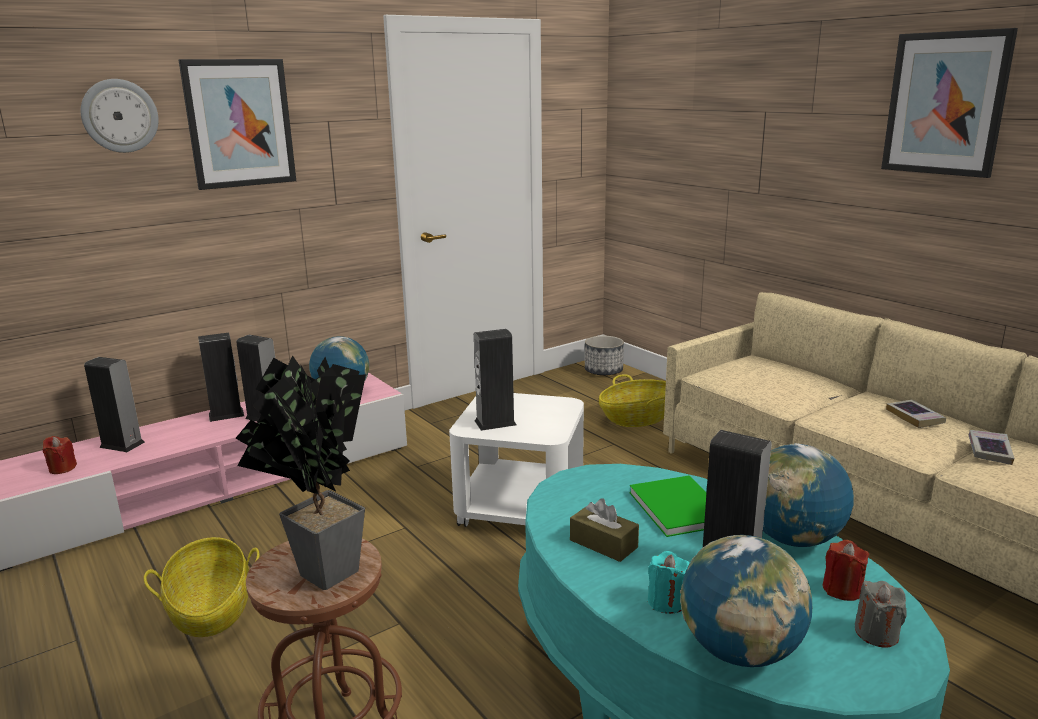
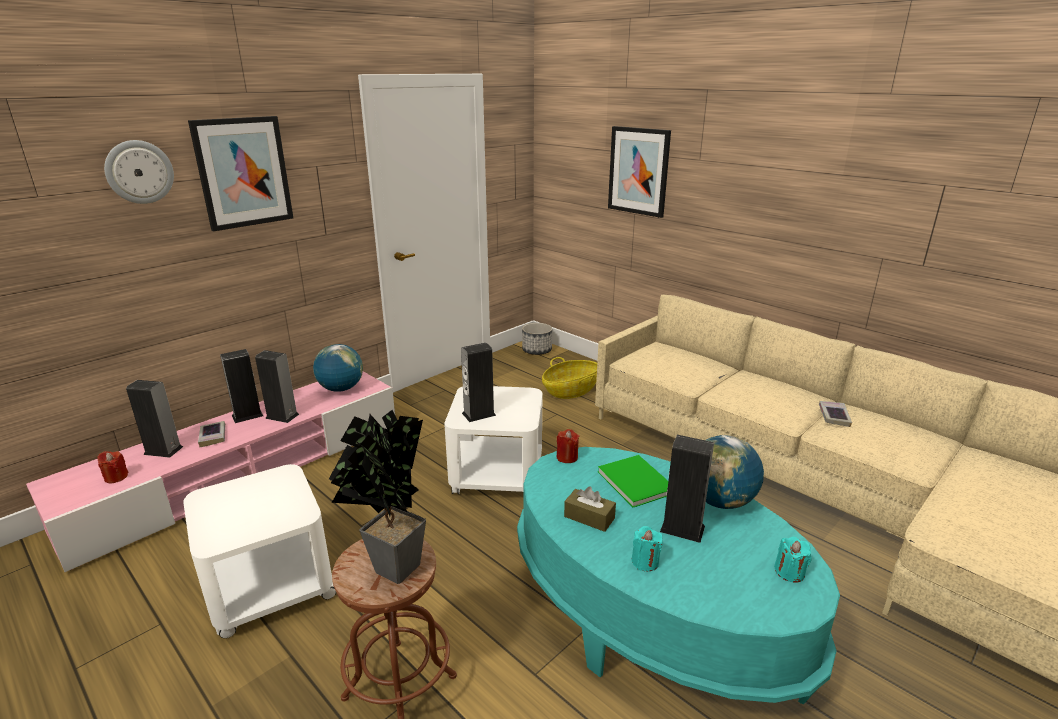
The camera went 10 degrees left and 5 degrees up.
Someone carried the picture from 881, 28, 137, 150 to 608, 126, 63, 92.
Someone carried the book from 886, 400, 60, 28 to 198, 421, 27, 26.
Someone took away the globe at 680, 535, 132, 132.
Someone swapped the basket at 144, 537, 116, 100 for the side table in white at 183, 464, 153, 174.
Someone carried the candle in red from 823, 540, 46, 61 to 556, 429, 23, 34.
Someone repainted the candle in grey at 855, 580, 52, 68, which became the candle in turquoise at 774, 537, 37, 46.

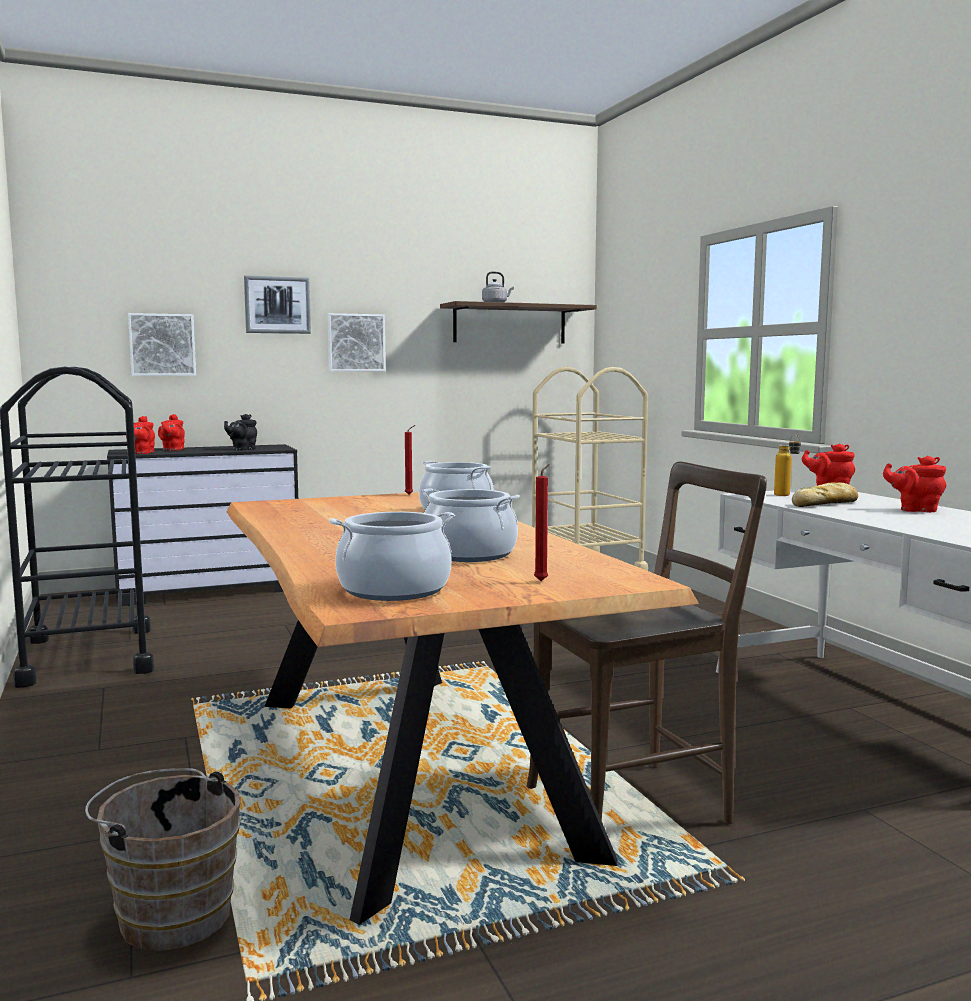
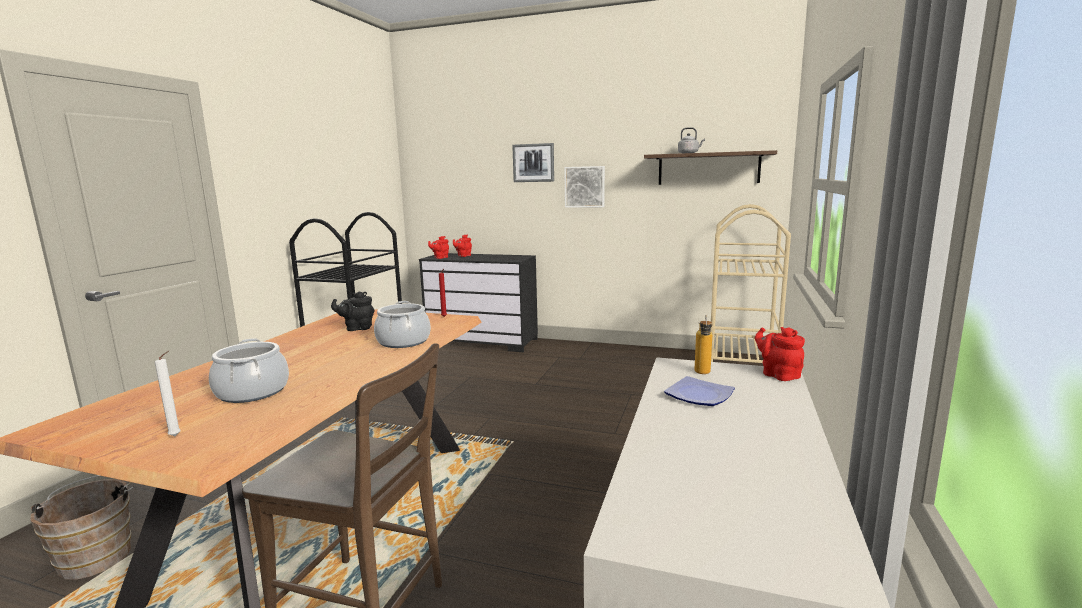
The camera went 40 degrees right and 5 degrees up.
Someone took away the picture at 128, 313, 68, 63.
Someone carried the teapot in black from 224, 414, 33, 36 to 331, 292, 43, 39.
Someone took away the teapot in red at 883, 456, 63, 56.
Someone repainted the candle in red at 534, 464, 16, 117, which became the candle in white at 155, 351, 26, 85.
Someone swapped the bread at 792, 482, 67, 25 for the plate at 664, 376, 71, 30.
Someone took away the cooking pot at 329, 512, 126, 89.

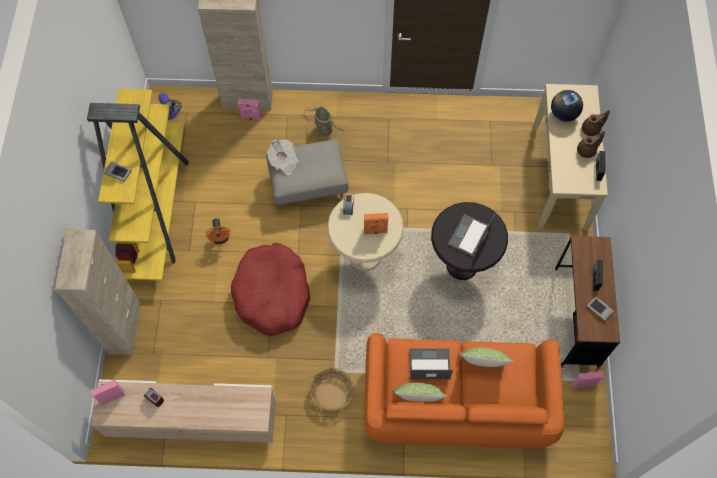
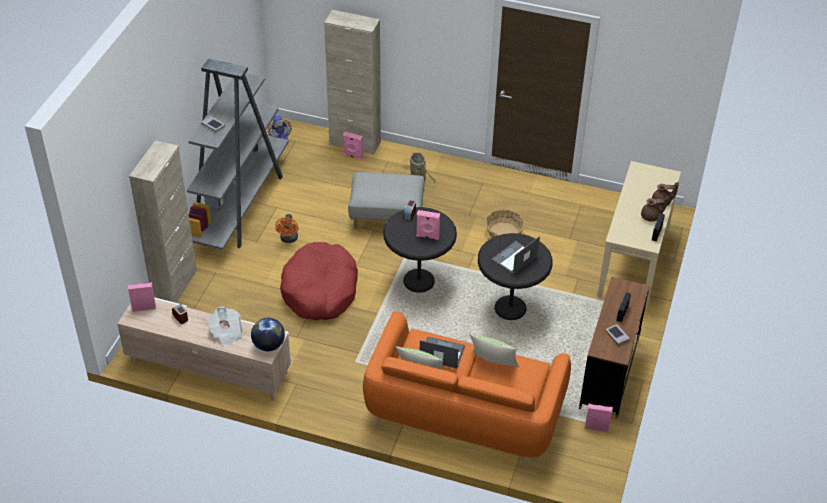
The camera went 15 degrees right and 20 degrees down.
Someone repainted the bookcase in yellow at 87, 89, 102, 192, which became the bookcase in grey at 187, 58, 102, 192.
Someone carried the globe from 551, 90, 32, 32 to 251, 318, 34, 33.
Someone carried the newspaper from 267, 139, 33, 36 to 209, 306, 34, 41.
Someone repainted the side table in beige at 327, 193, 77, 78, which became the side table in black at 383, 207, 74, 86.
Someone repainted the speaker in orange at 364, 213, 24, 21, which became the speaker in pink at 416, 210, 24, 30.
Someone carried the basket from 310, 368, 44, 43 to 485, 209, 40, 29.

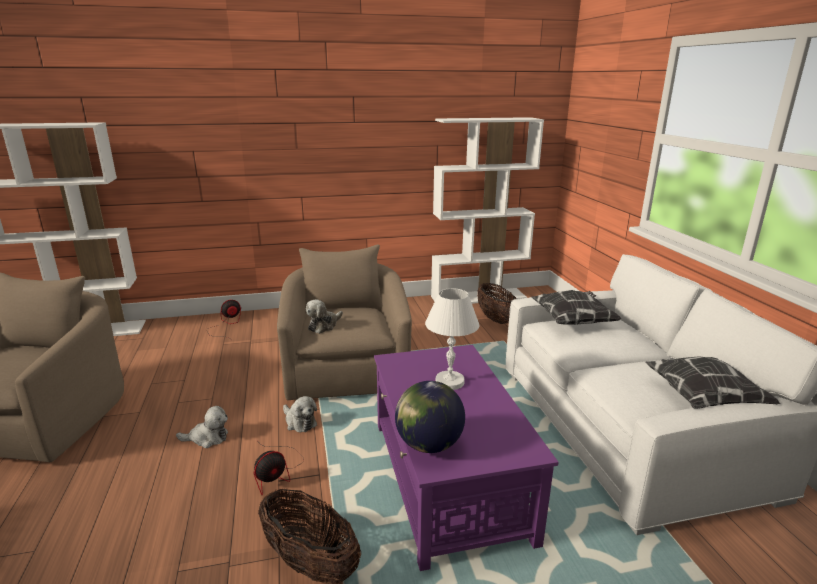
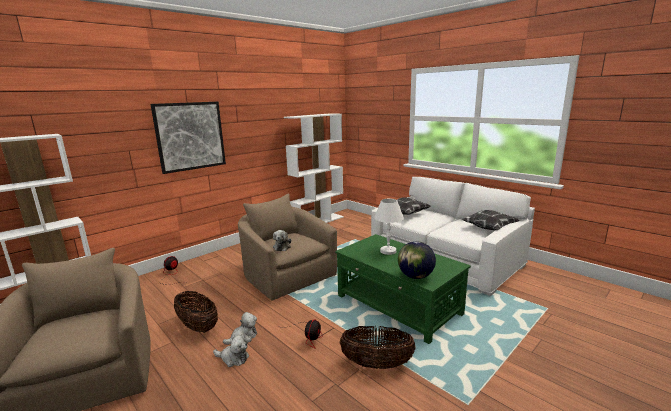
The camera went 30 degrees left and 5 degrees down.
Someone carried the basket from 477, 283, 39, 41 to 174, 291, 44, 42.
Someone repainted the coffee table in purple at 374, 345, 185, 226, which became the coffee table in green at 335, 234, 136, 110.
Someone carried the plush toy from 283, 396, 34, 36 to 213, 335, 36, 32.
Someone put up the picture at 151, 102, 75, 72.

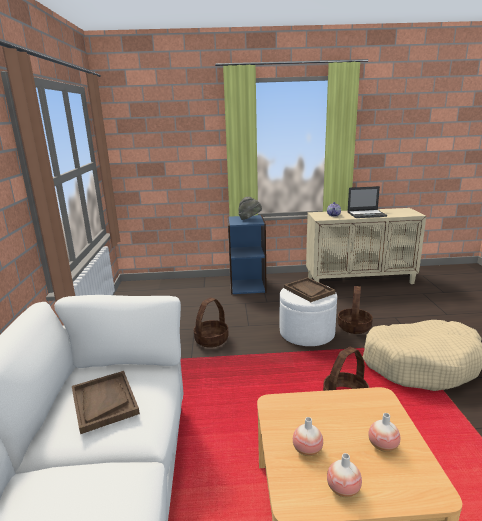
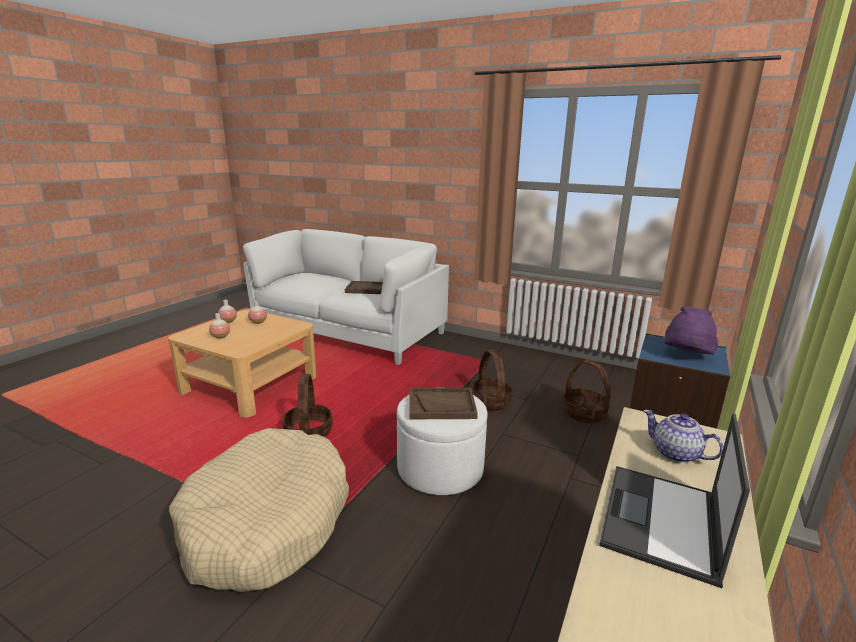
The camera went 120 degrees right and 0 degrees up.
Someone repainted the hat in grey at 238, 197, 24, 23, which became the hat in purple at 665, 306, 53, 49.
Someone carried the basket from 338, 286, 35, 48 to 563, 359, 48, 64.

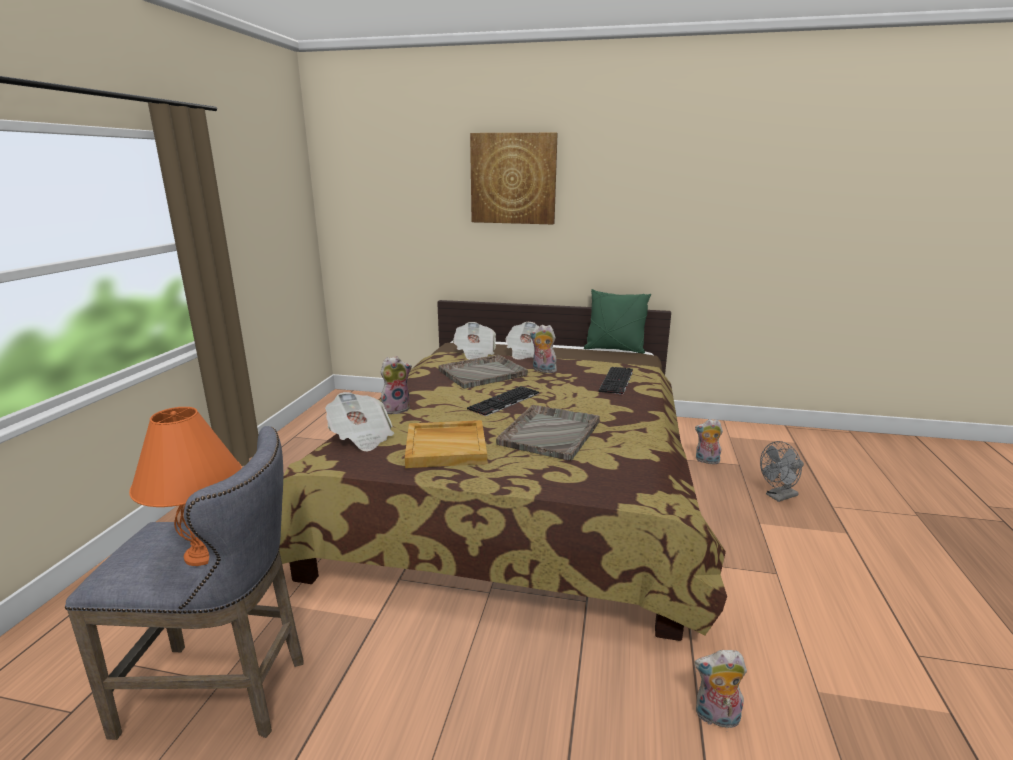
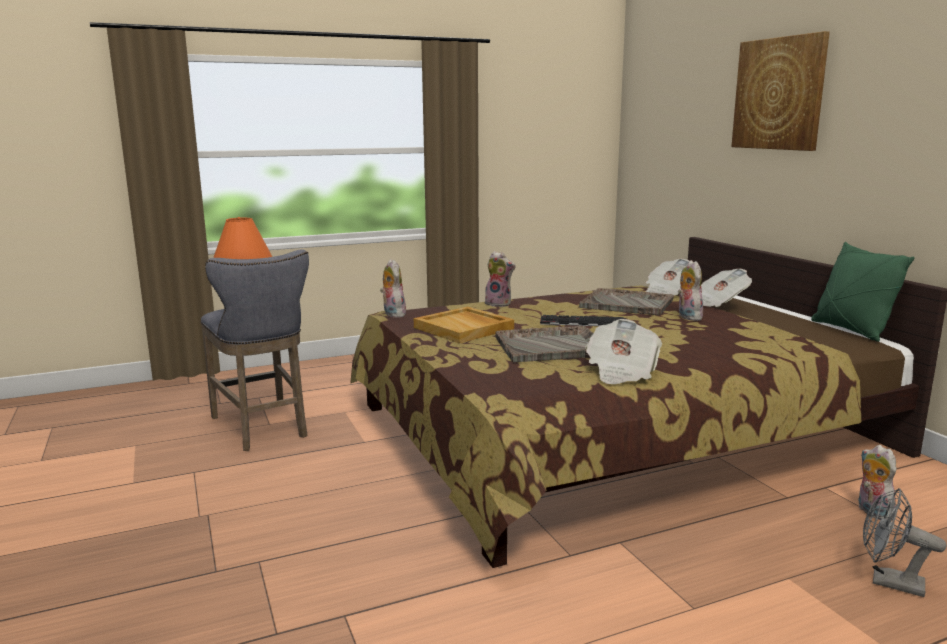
The camera went 55 degrees right and 5 degrees down.
Someone took away the keyboard at 599, 367, 34, 28.
Someone carried the newspaper from 325, 392, 69, 60 to 585, 319, 77, 65.
Someone carried the plush toy from 694, 650, 53, 79 to 380, 259, 26, 59.

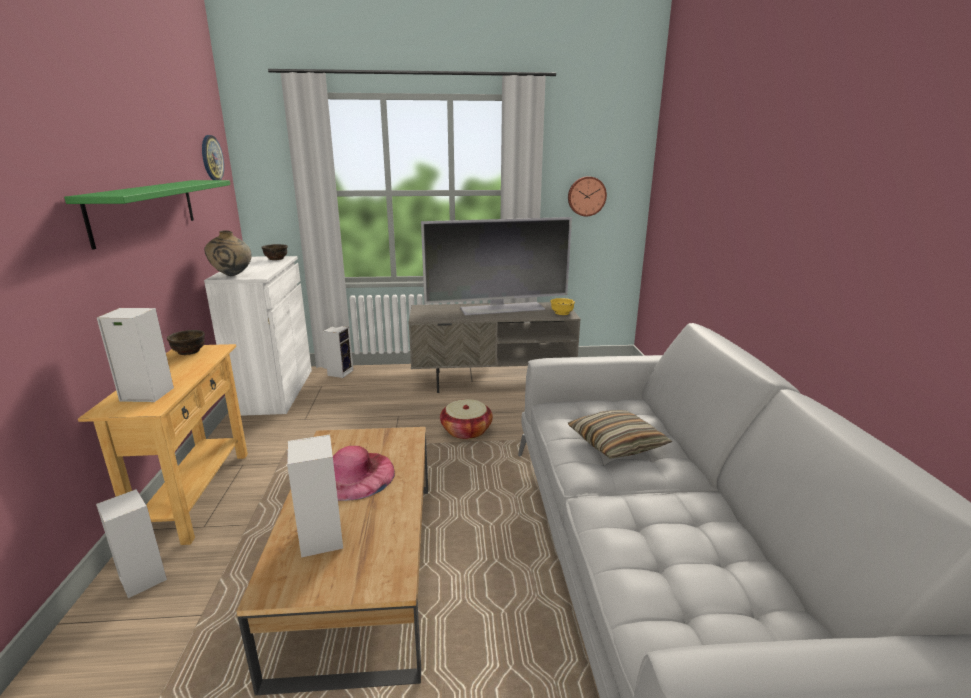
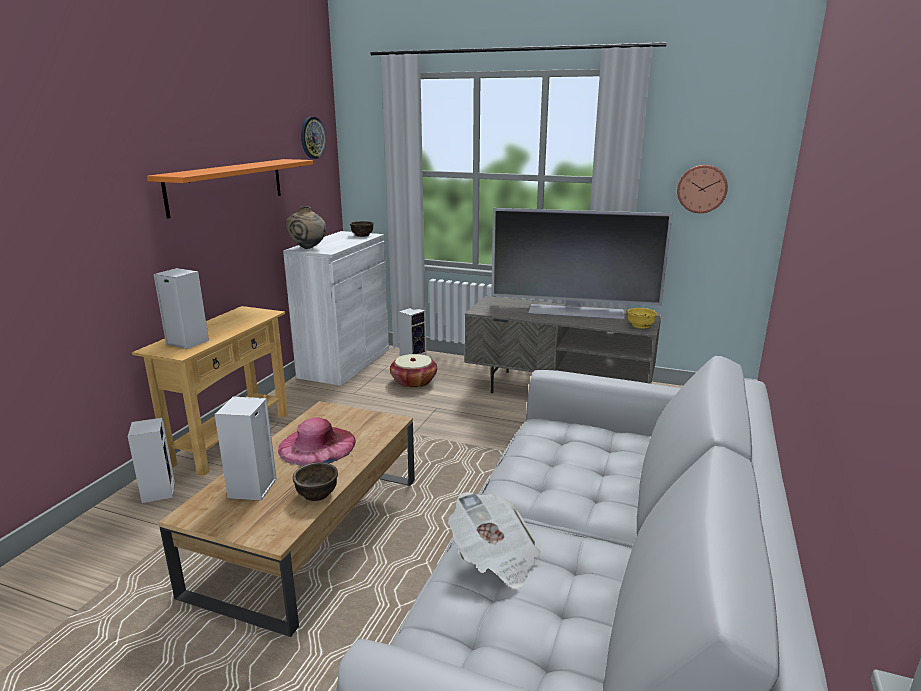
The camera went 25 degrees right and 0 degrees up.
Someone repainted the shelf in green at 64, 180, 166, 70, which became the shelf in orange at 147, 159, 166, 60.
Someone carried the bowl in brown from 167, 330, 38, 25 to 293, 462, 45, 39.
Someone carried the basket from 440, 399, 53, 41 to 390, 354, 47, 34.
Someone took away the pillow at 568, 410, 105, 49.
Someone put down the newspaper at 448, 492, 93, 97.

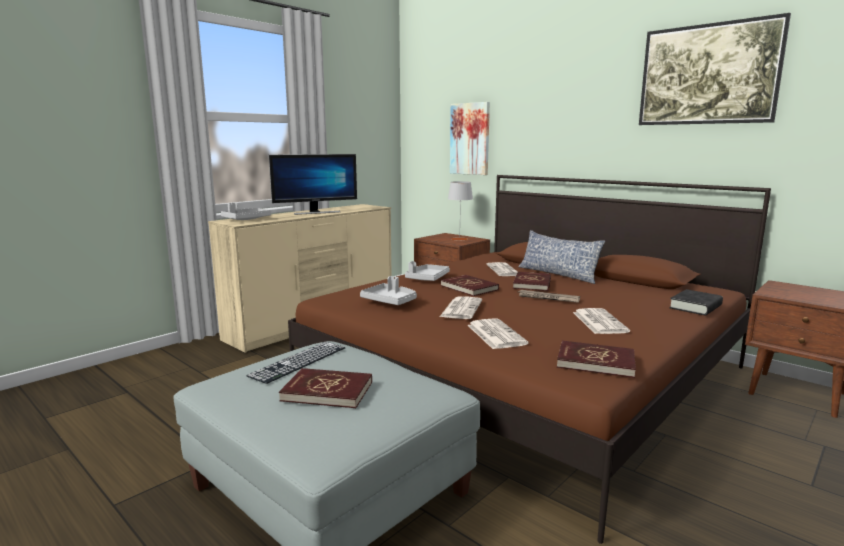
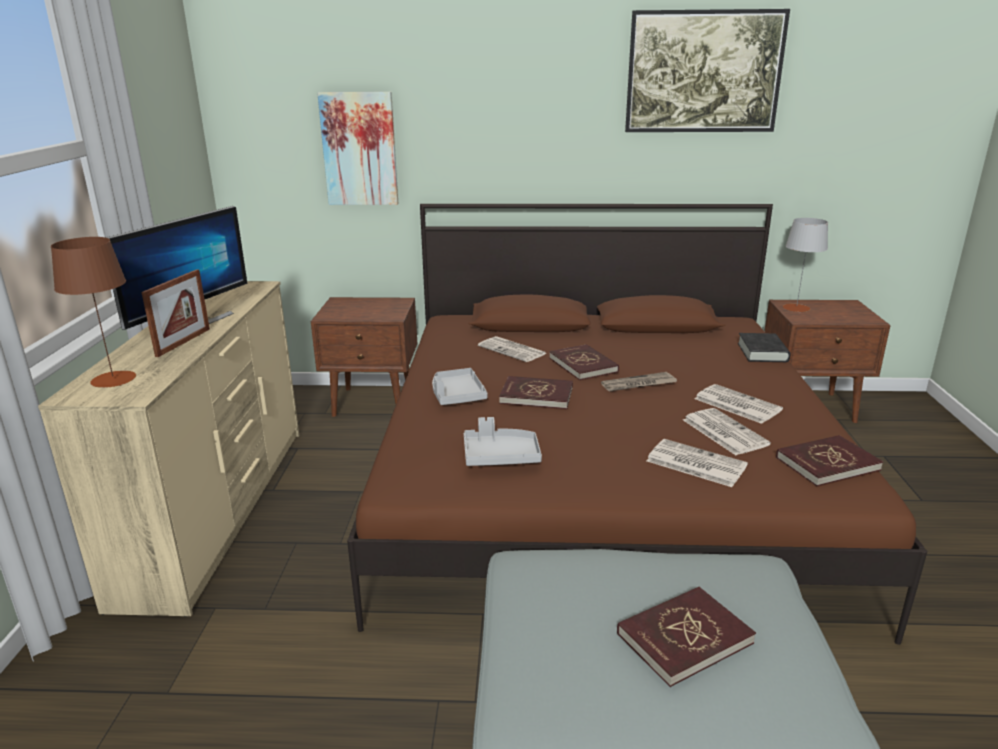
The camera went 40 degrees left and 10 degrees up.
Someone carried the table lamp in grey from 448, 181, 25, 60 to 782, 218, 46, 94.
Someone swapped the tray in grey at 221, 203, 50, 17 for the table lamp in brown at 51, 237, 85, 151.
Someone took away the pillow at 518, 230, 87, 54.
Someone carried the newspaper from 440, 296, 42, 23 to 683, 408, 88, 47.
Someone took away the keyboard at 246, 342, 99, 42.
Someone put down the picture frame at 141, 269, 69, 88.

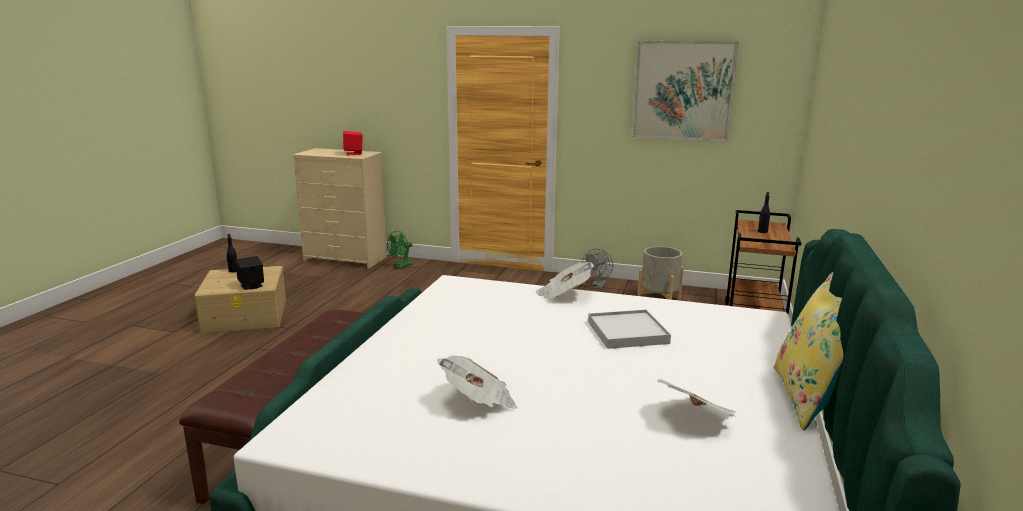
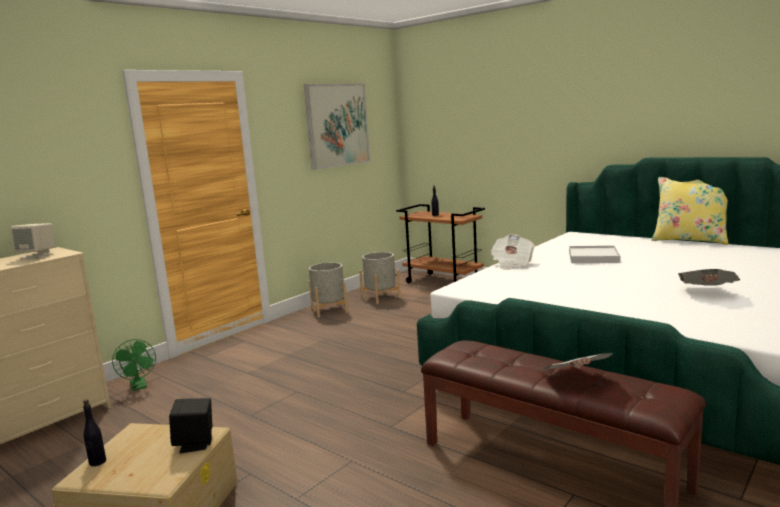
The camera went 65 degrees left and 5 degrees down.
Someone repainted the speaker in red at 343, 131, 19, 24, which became the speaker in beige at 10, 223, 45, 36.
Someone swapped the fan in grey at 582, 249, 31, 40 for the planter in grey at 309, 262, 39, 56.
Someone carried the newspaper from 657, 379, 79, 37 to 543, 353, 71, 17.

